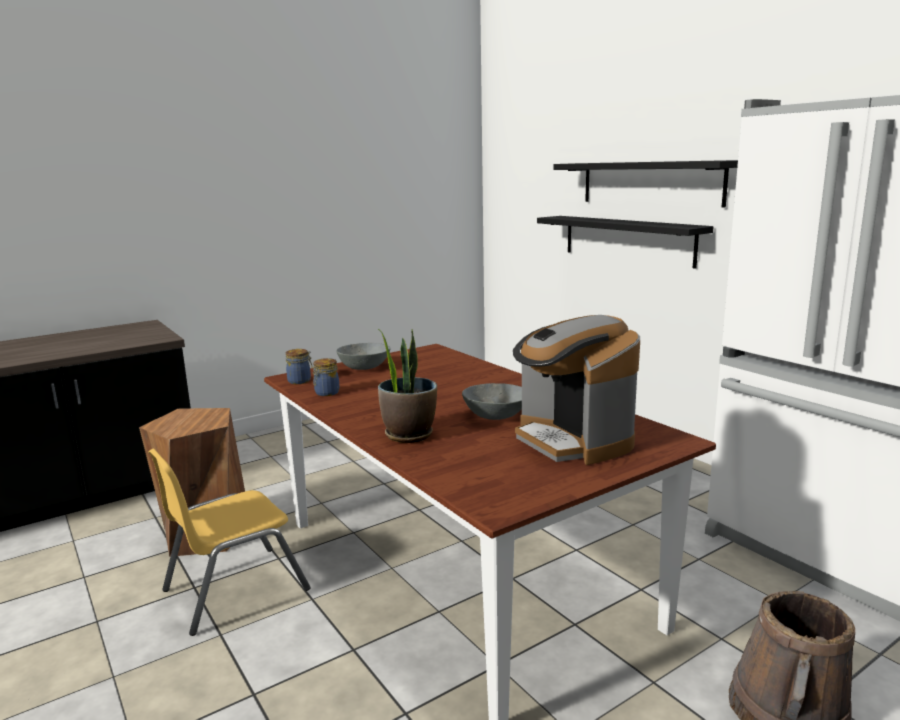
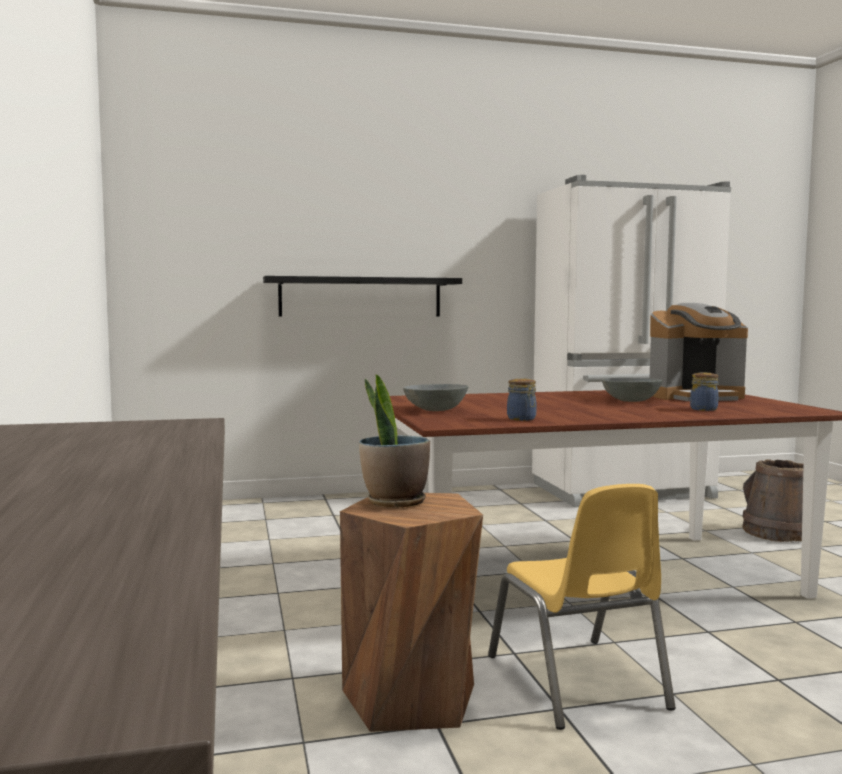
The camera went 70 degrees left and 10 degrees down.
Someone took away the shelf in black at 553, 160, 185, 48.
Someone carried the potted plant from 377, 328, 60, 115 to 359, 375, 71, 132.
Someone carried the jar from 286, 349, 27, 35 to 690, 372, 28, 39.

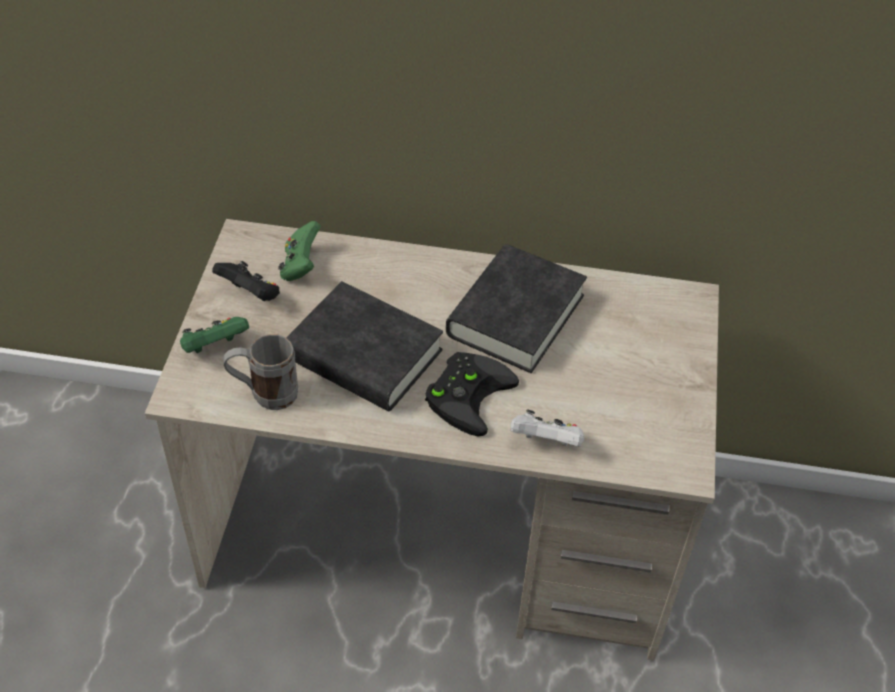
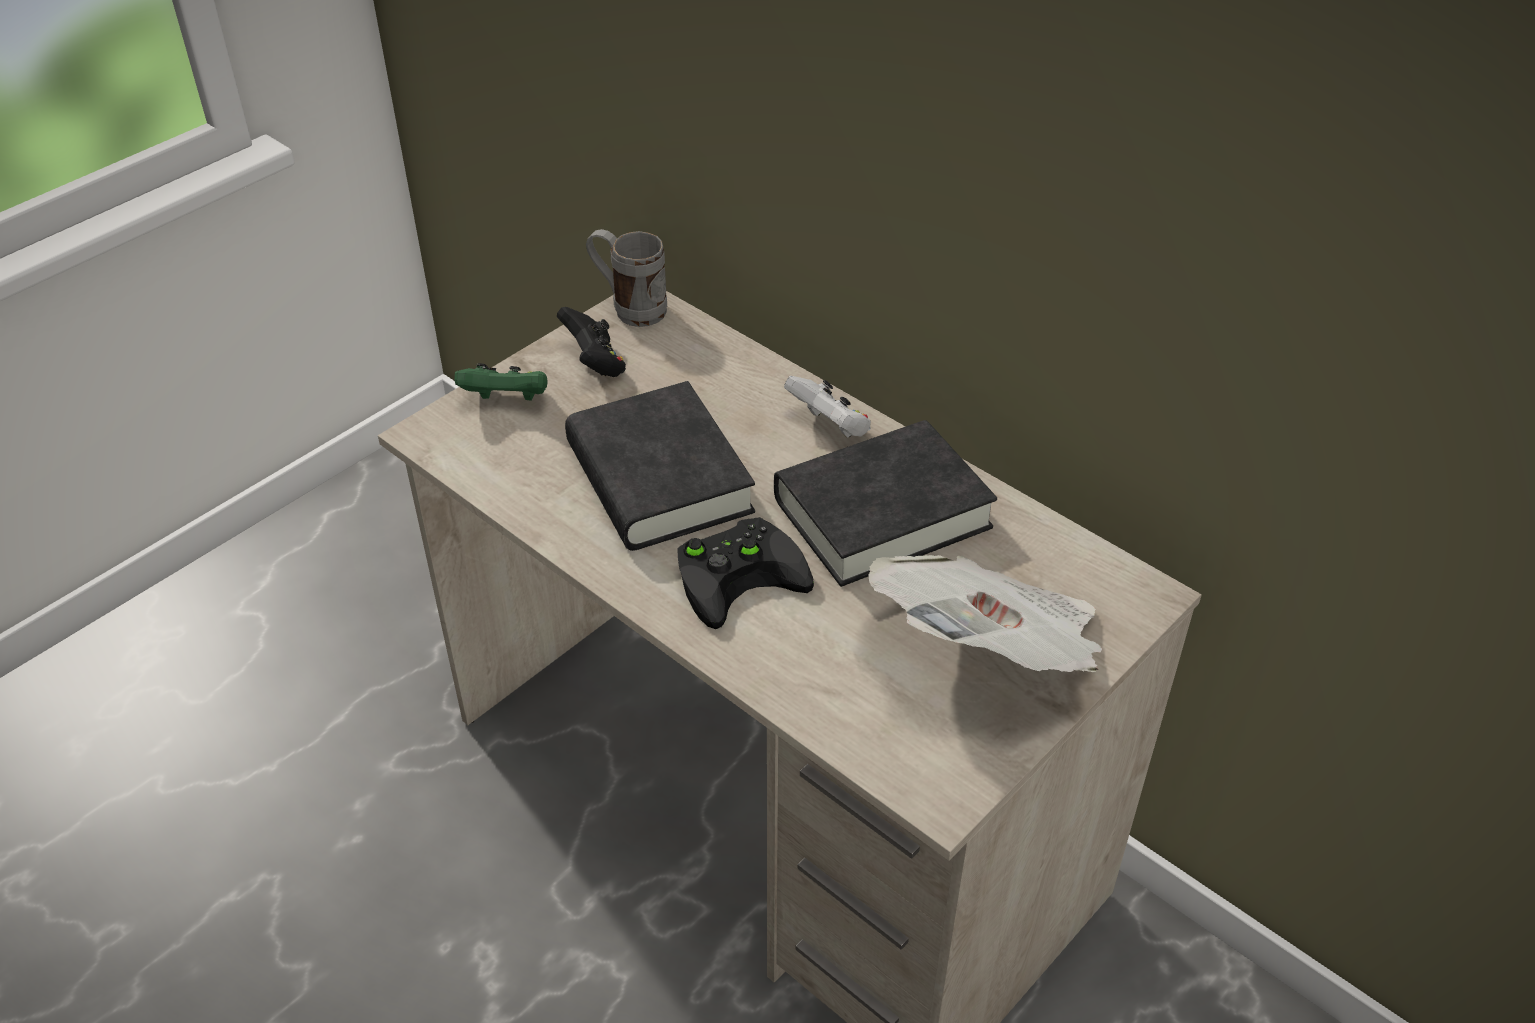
The camera went 35 degrees right and 5 degrees down.
Someone took away the game controller in green at 278, 221, 43, 60.
Someone carried the mug in grey from 223, 334, 75, 76 to 586, 229, 81, 98.
Someone carried the game controller in white from 510, 409, 74, 37 to 784, 376, 87, 62.
Someone put down the newspaper at 868, 555, 235, 118.

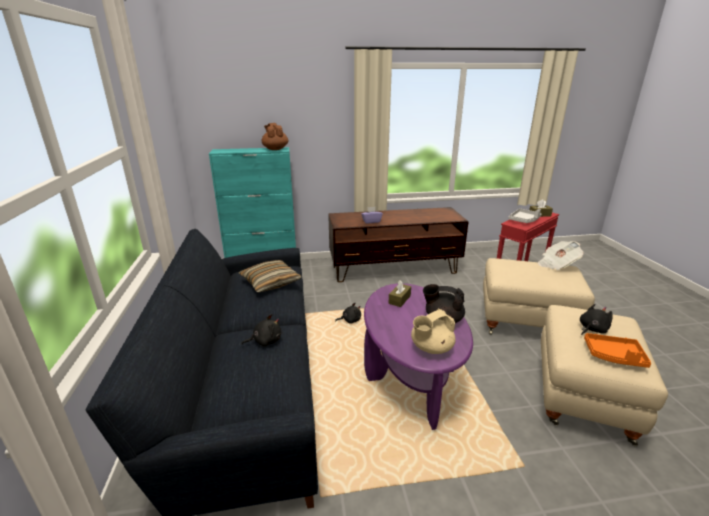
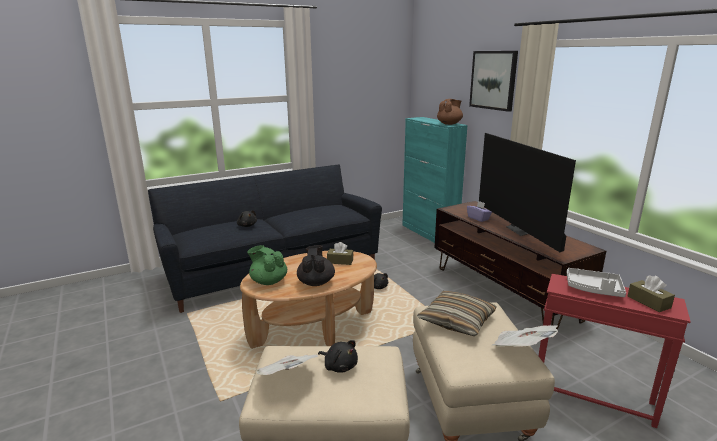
The camera went 70 degrees right and 5 degrees down.
Someone carried the pillow from 239, 260, 63, 32 to 417, 291, 80, 45.
Someone repainted the coffee table in purple at 364, 283, 109, 147, which became the coffee table in brown at 240, 251, 137, 98.
Someone repainted the teapot in beige at 411, 309, 45, 45, which became the teapot in green at 247, 245, 40, 40.
Someone swapped the tray in orange at 584, 333, 67, 35 for the newspaper at 256, 355, 62, 20.
Someone put up the picture at 469, 51, 49, 61.
Someone put down the television at 479, 133, 97, 119.

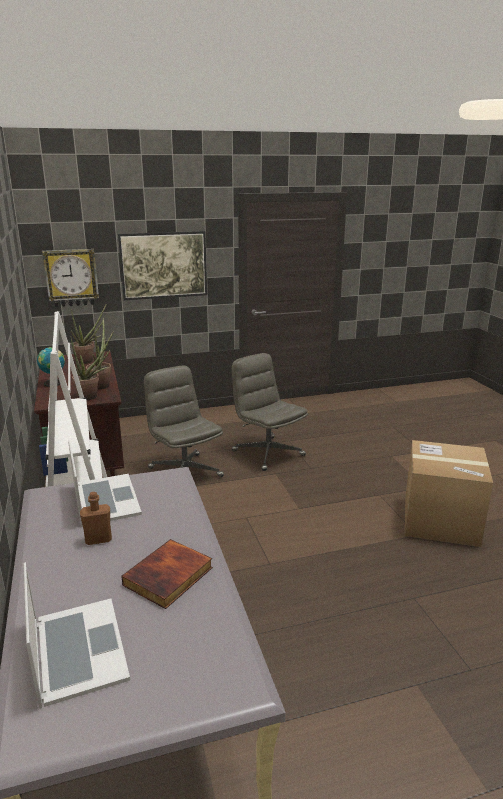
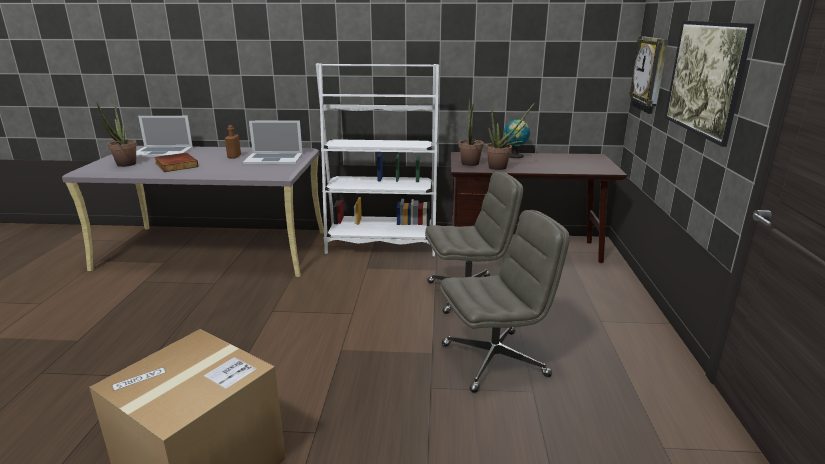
The camera went 110 degrees right and 0 degrees up.
Someone carried the potted plant from 71, 305, 35, 59 to 97, 98, 40, 69.

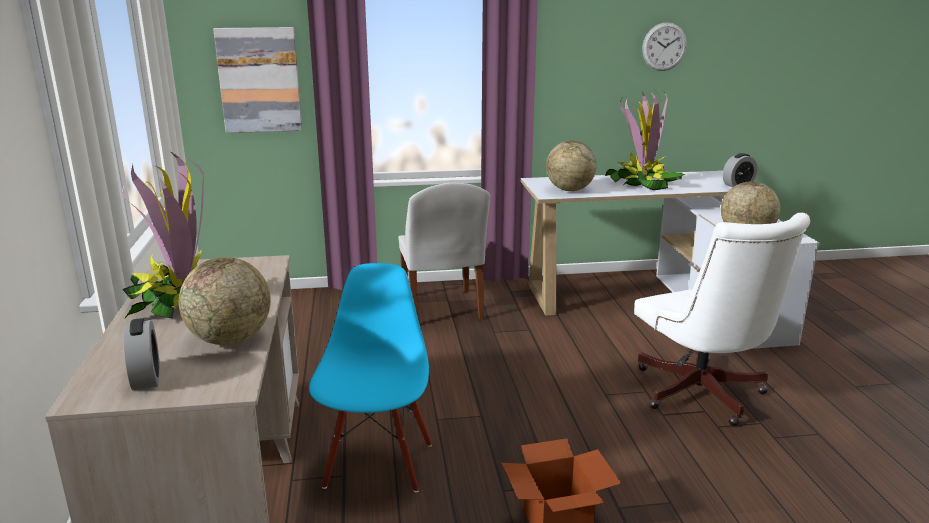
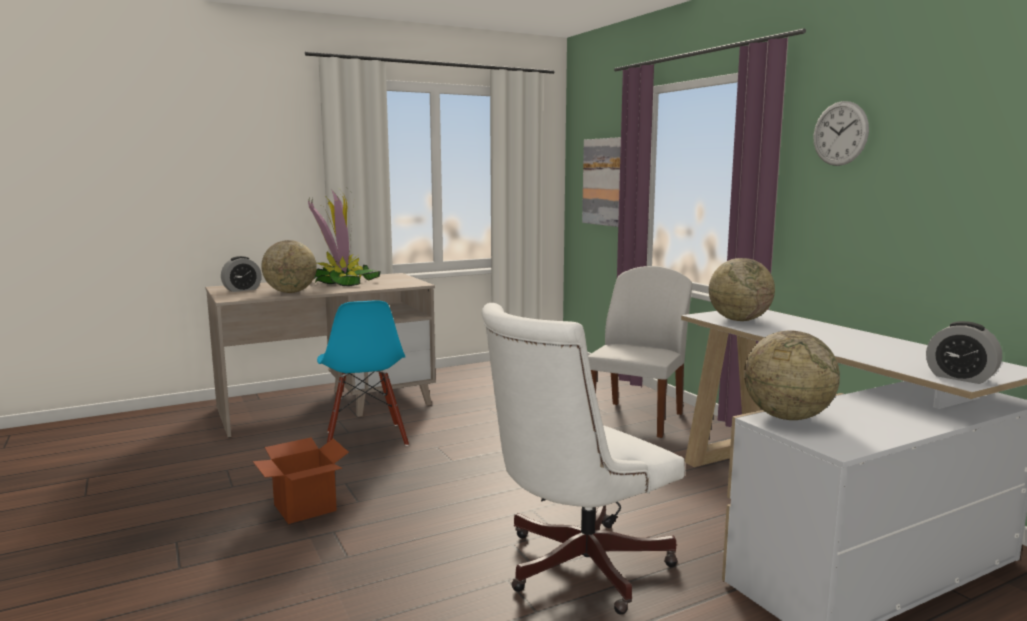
The camera went 70 degrees right and 10 degrees down.
Someone carried the wall clock from 642, 22, 45, 49 to 814, 101, 55, 65.
Someone took away the potted plant at 605, 92, 81, 98.
Someone rotated the chair in white at 399, 183, 91, 136 by 150 degrees clockwise.
Someone rotated the chair in blue at 309, 263, 123, 229 by 90 degrees clockwise.

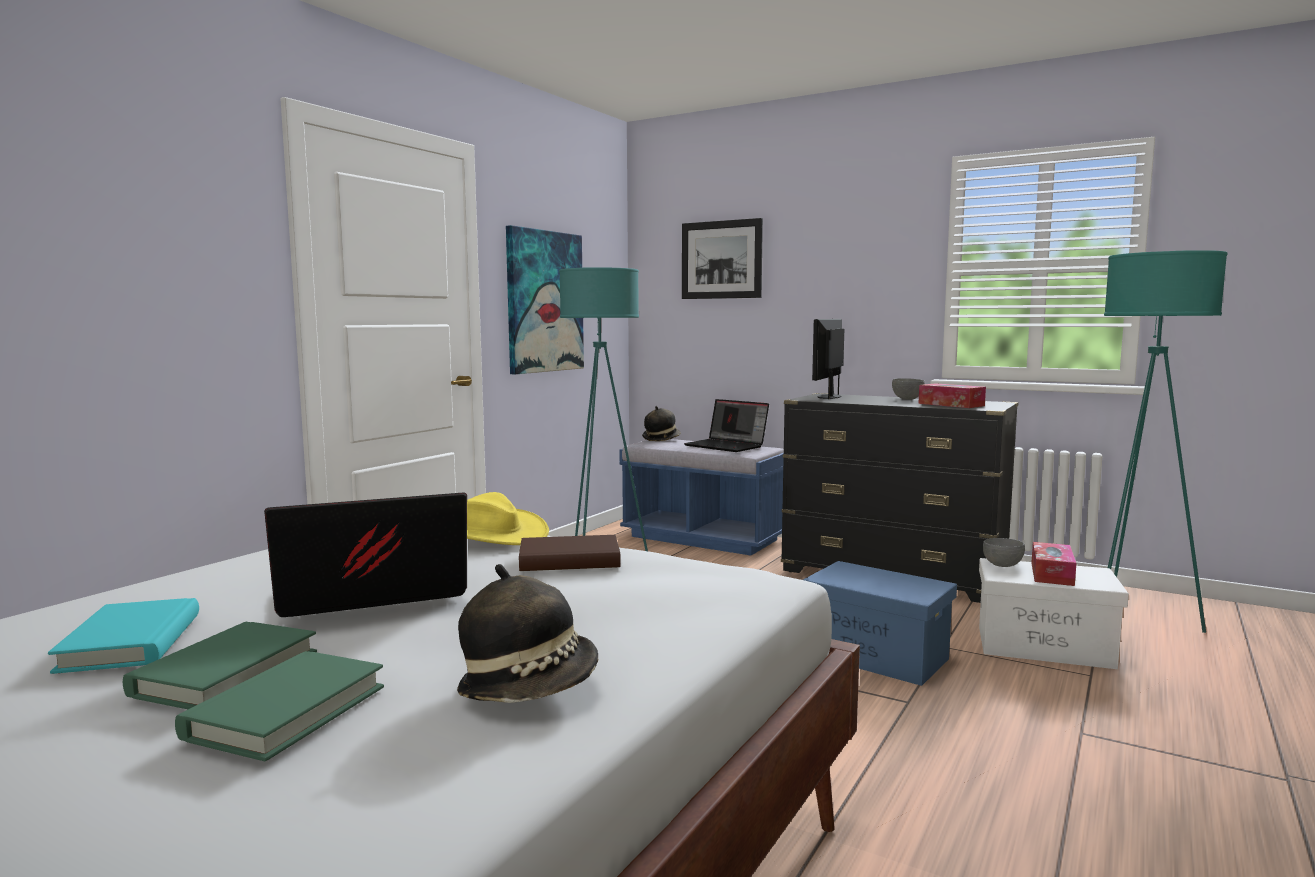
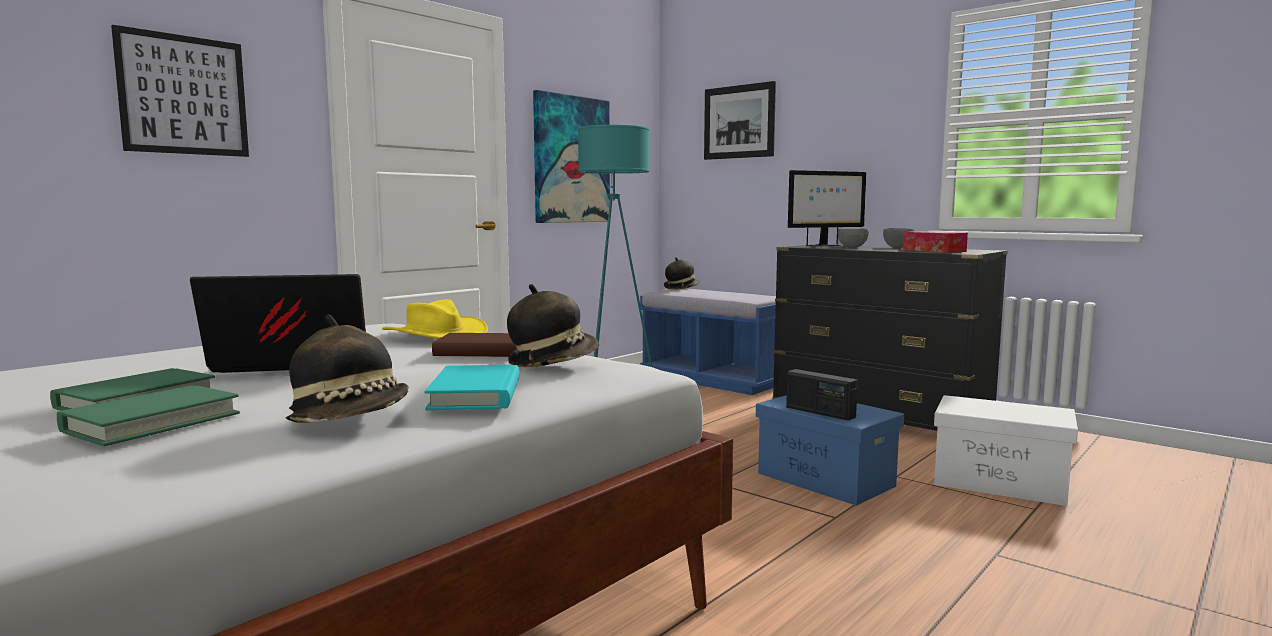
The camera went 10 degrees right and 0 degrees up.
Someone took away the floor lamp in turquoise at 1104, 250, 123, 383.
Someone rotated the monitor at 812, 319, 32, 80 by 150 degrees counterclockwise.
Someone took away the laptop at 684, 399, 85, 53.
Someone carried the bowl in grey from 983, 538, 42, 29 to 838, 229, 31, 18.
Someone took away the tissue box at 1031, 542, 45, 44.
Someone carried the book in turquoise from 48, 598, 151, 76 to 424, 365, 96, 45.
Someone put up the picture at 111, 25, 138, 132.
Someone put down the hat at 507, 284, 92, 83.
Someone put down the radio at 786, 369, 72, 52.

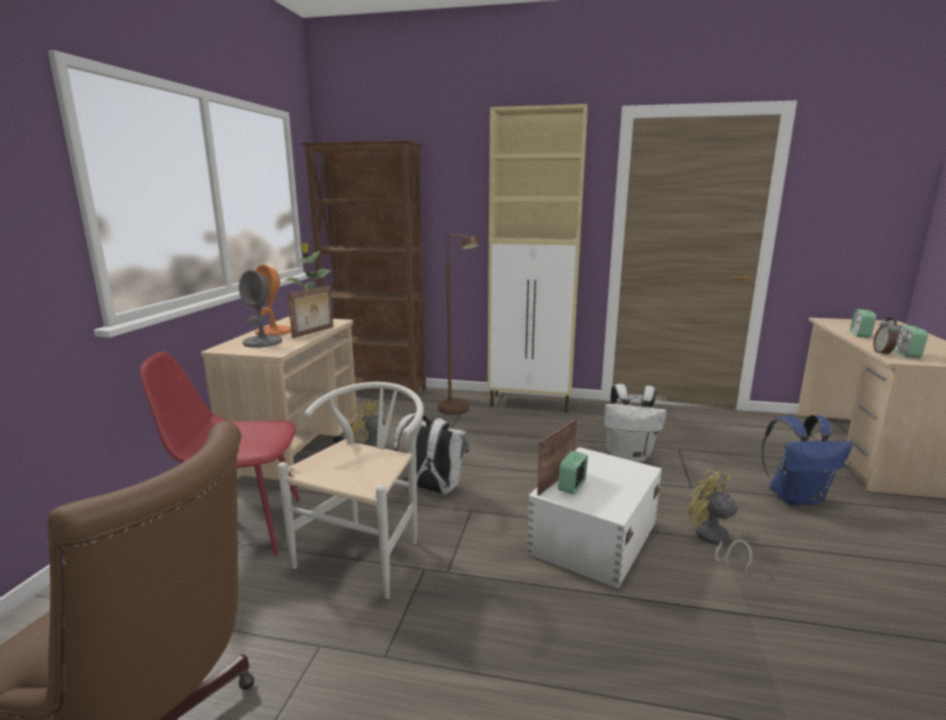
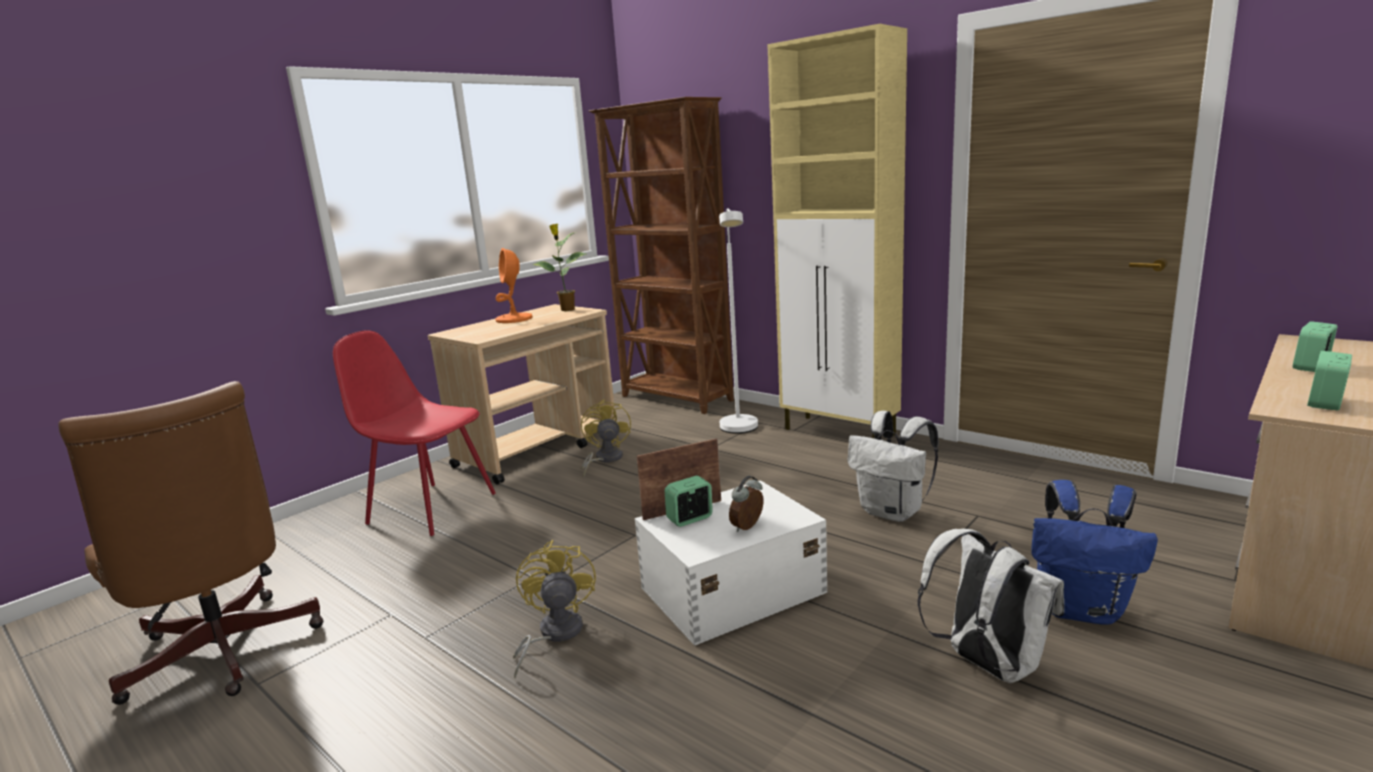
The camera went 30 degrees right and 0 degrees up.
Someone repainted the floor lamp in brown at 438, 234, 42, 181, which became the floor lamp in white at 719, 208, 39, 226.
Someone took away the table lamp in grey at 239, 270, 43, 77.
Someone took away the picture frame at 288, 286, 45, 52.
Someone carried the alarm clock from 873, 317, 28, 39 to 729, 476, 35, 56.
Someone took away the chair in white at 278, 382, 146, 217.
Someone carried the backpack in white from 394, 413, 75, 81 to 917, 529, 147, 154.
Someone carried the fan in yellow from 688, 469, 64, 105 to 513, 540, 83, 139.

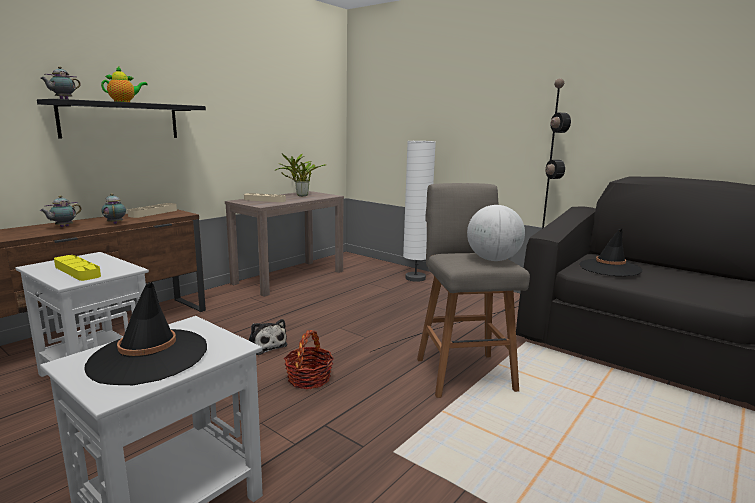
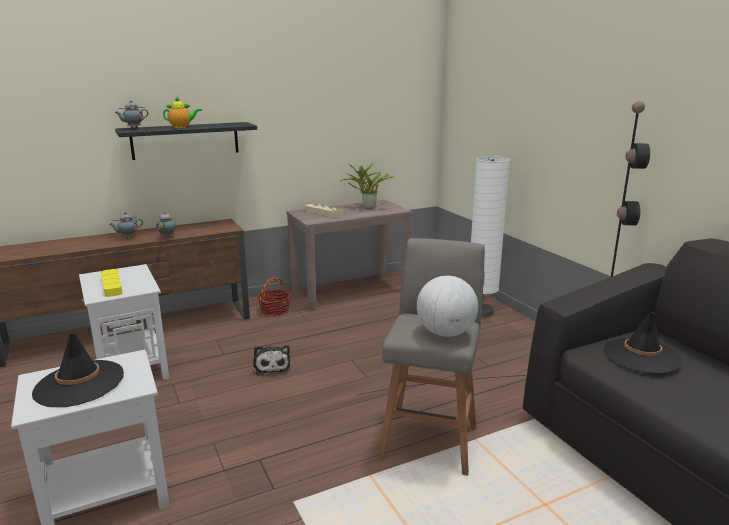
The camera went 25 degrees right and 5 degrees up.
Someone took away the tray in beige at 127, 203, 50, 15.
Someone carried the basket from 284, 330, 50, 59 to 257, 277, 34, 39.

